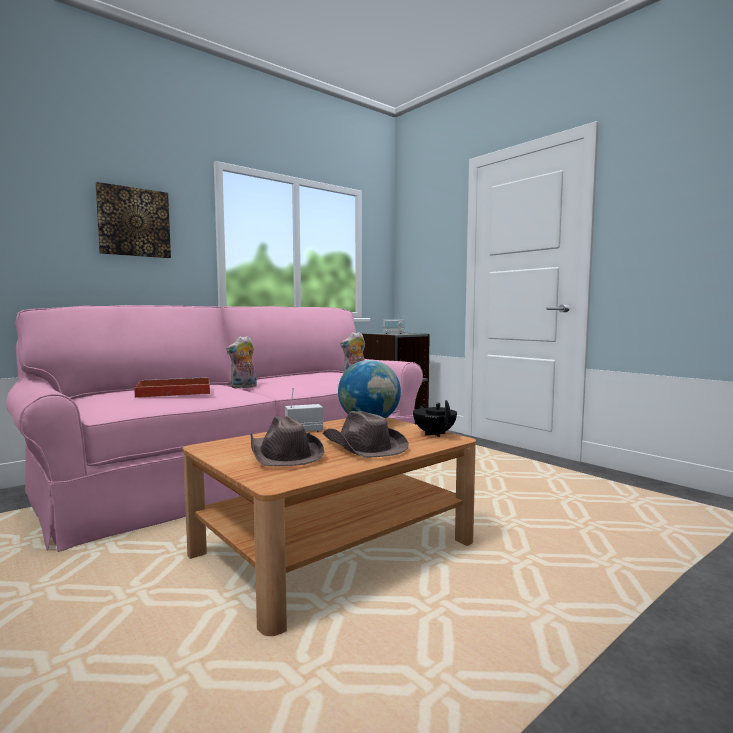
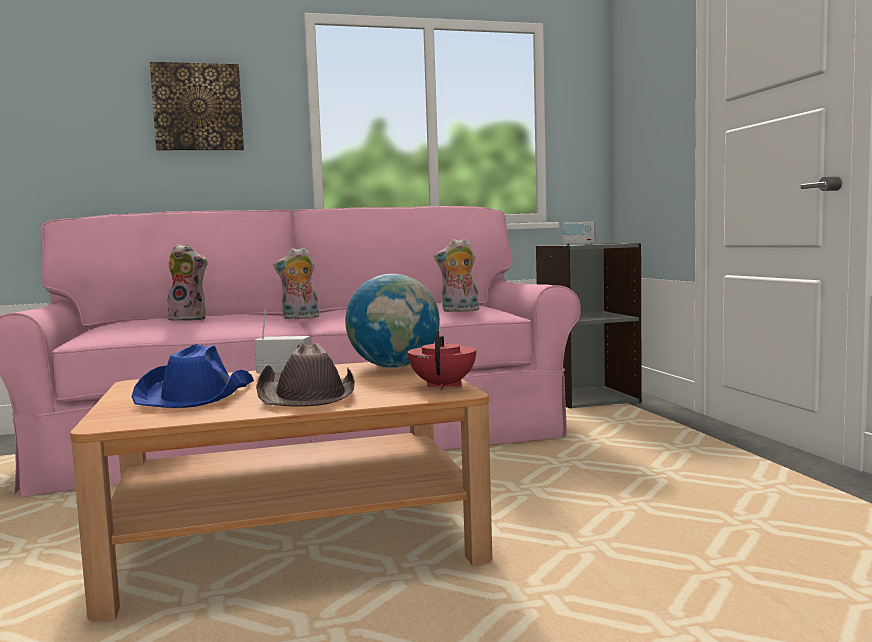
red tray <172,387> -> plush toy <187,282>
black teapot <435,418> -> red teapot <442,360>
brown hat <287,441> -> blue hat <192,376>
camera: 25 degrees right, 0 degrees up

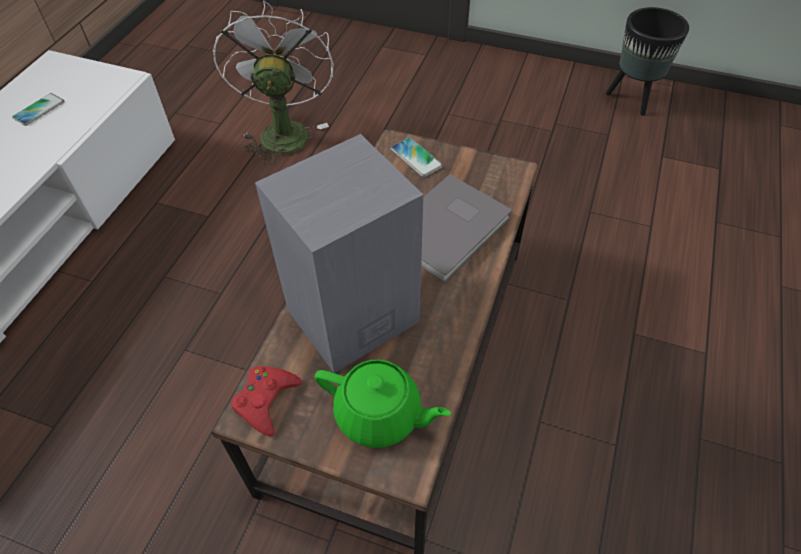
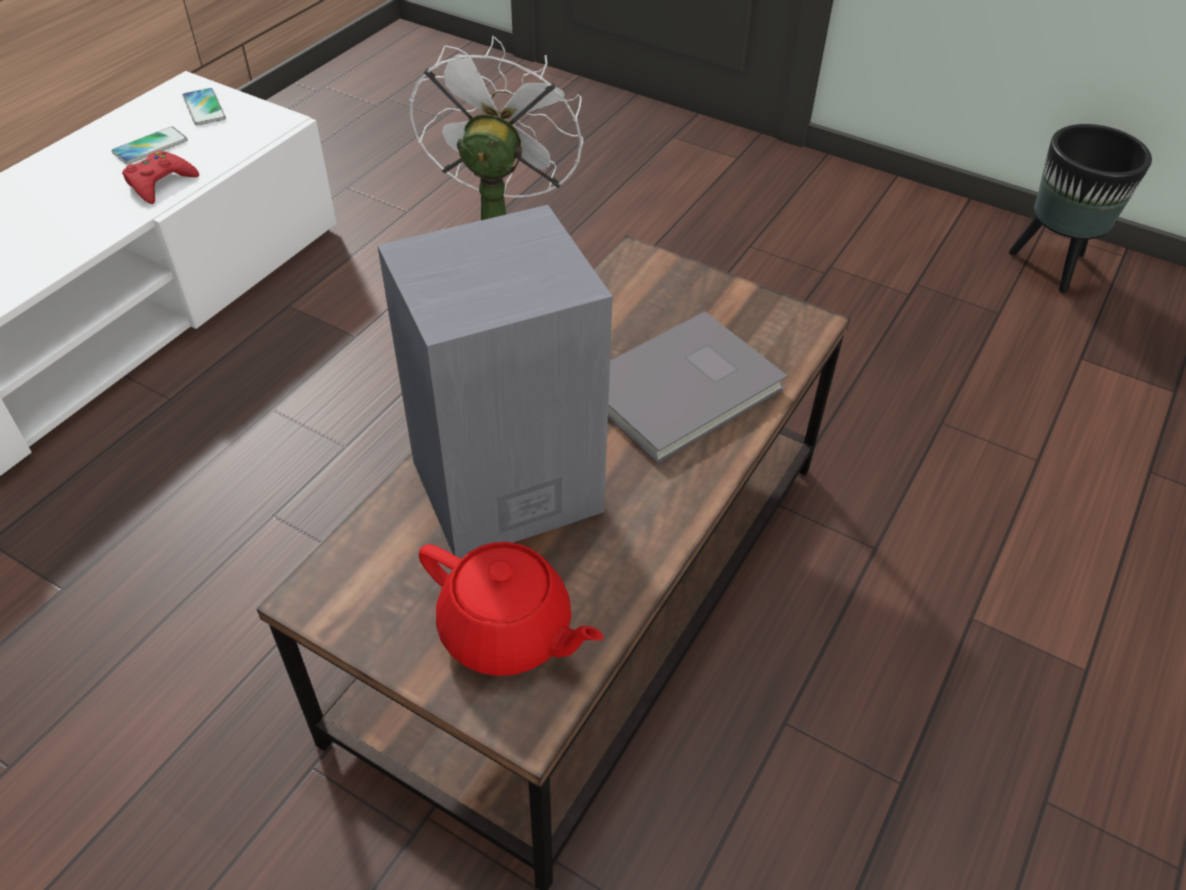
phone <417,157> -> phone <204,106>, relocated
green teapot <383,404> -> red teapot <511,609>
red game controller <266,401> -> red game controller <160,177>, relocated
camera: 10 degrees right, 5 degrees down

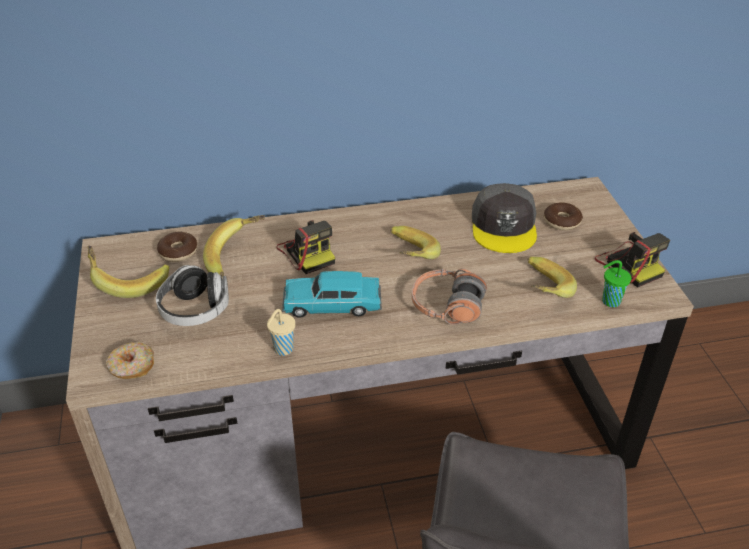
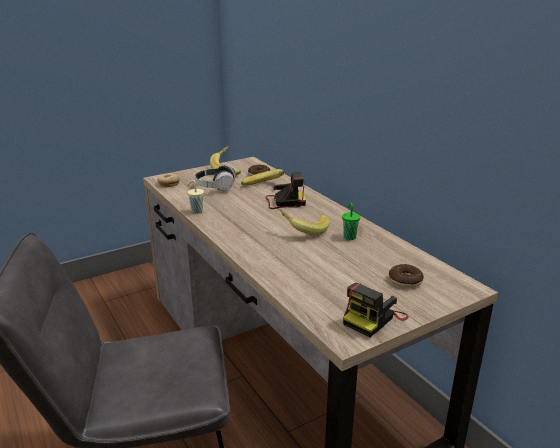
grey cap <504,218> -> none
photo camera <306,247> -> photo camera <285,190>, 135 degrees counterclockwise
banana <552,277> -> none
green cup <617,283> -> green cup <351,221>, relocated
headphones <449,296> -> none
turquoise toy car <332,294> -> none
camera: 70 degrees right, 15 degrees down

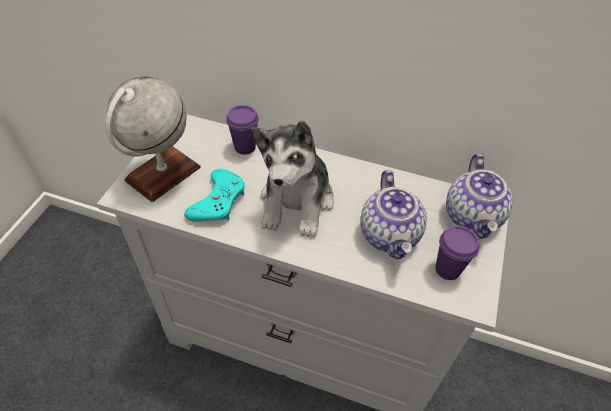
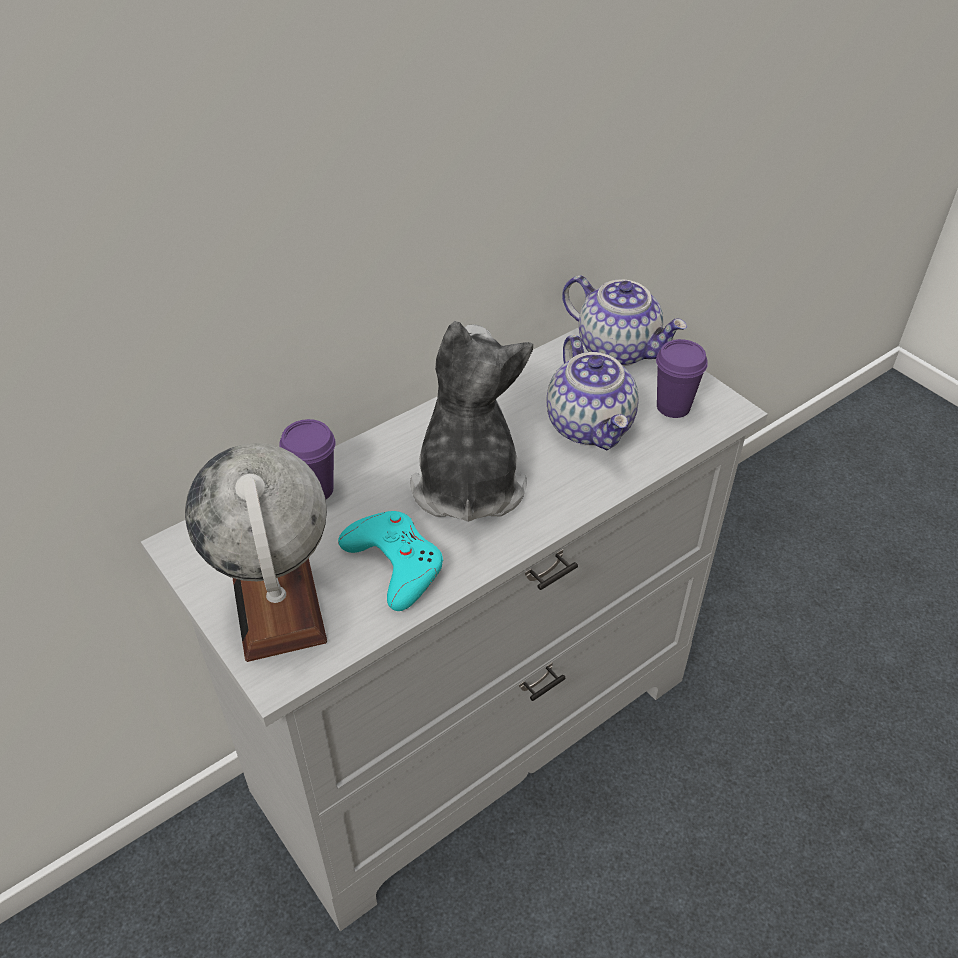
plush toy <293,179> -> plush toy <471,421>, 135 degrees counterclockwise
teapot <393,215> -> teapot <592,392>, 45 degrees clockwise
camera: 55 degrees left, 5 degrees down

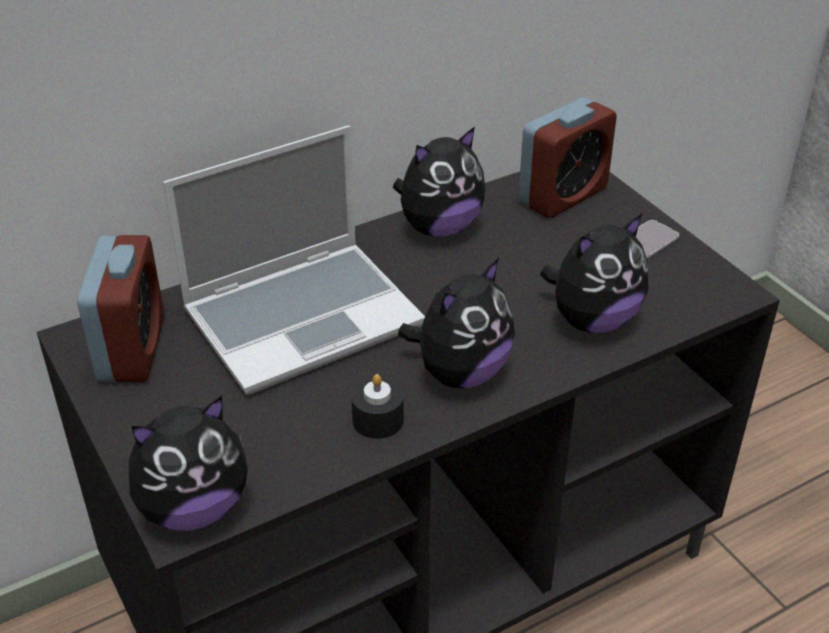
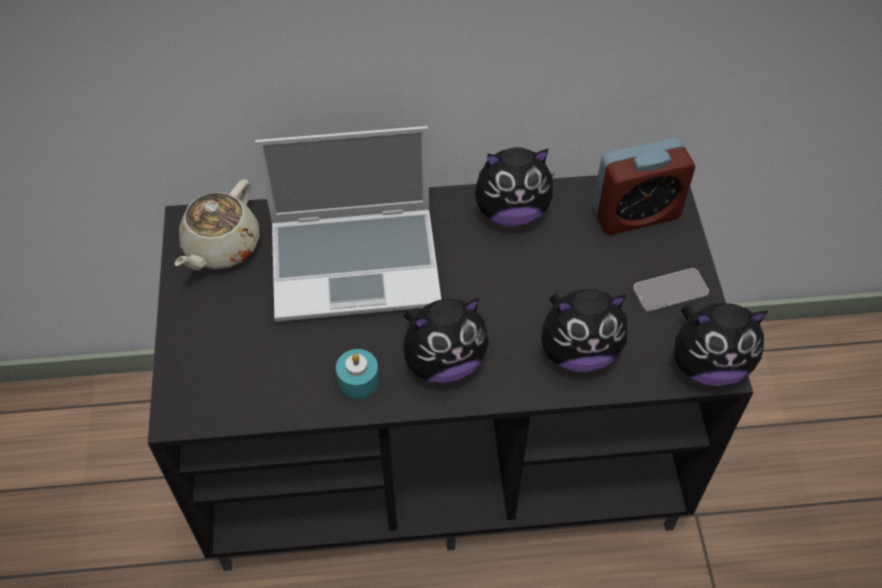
alarm clock <120,308> -> beige teapot <217,224>
black candle <377,406> -> turquoise candle <357,374>
plush toy <188,463> -> plush toy <721,344>, relocated
camera: 25 degrees right, 15 degrees up

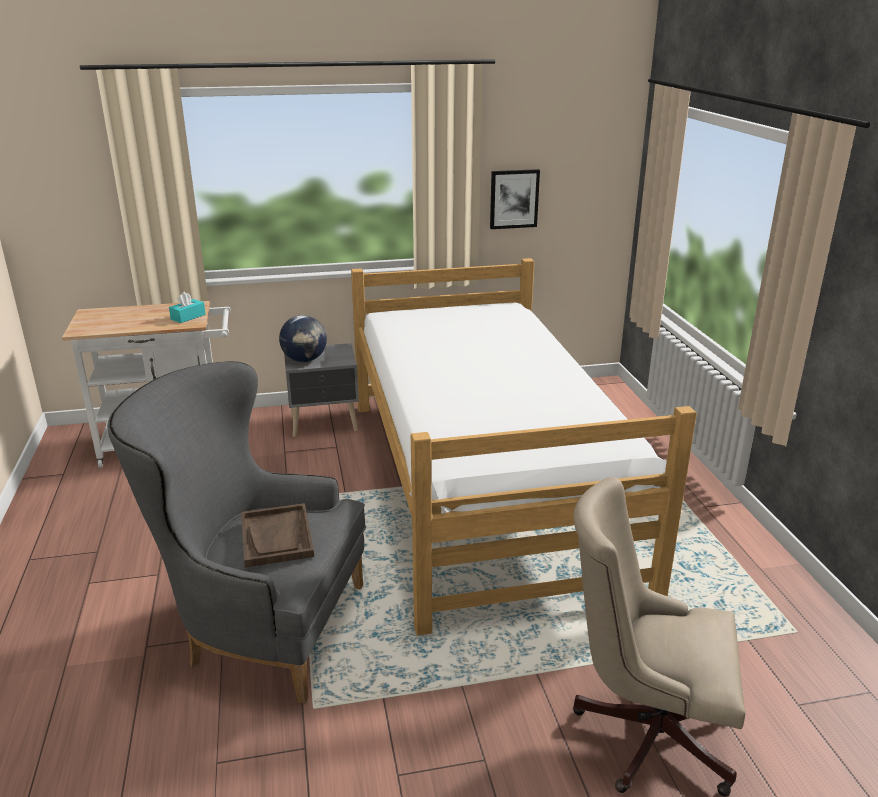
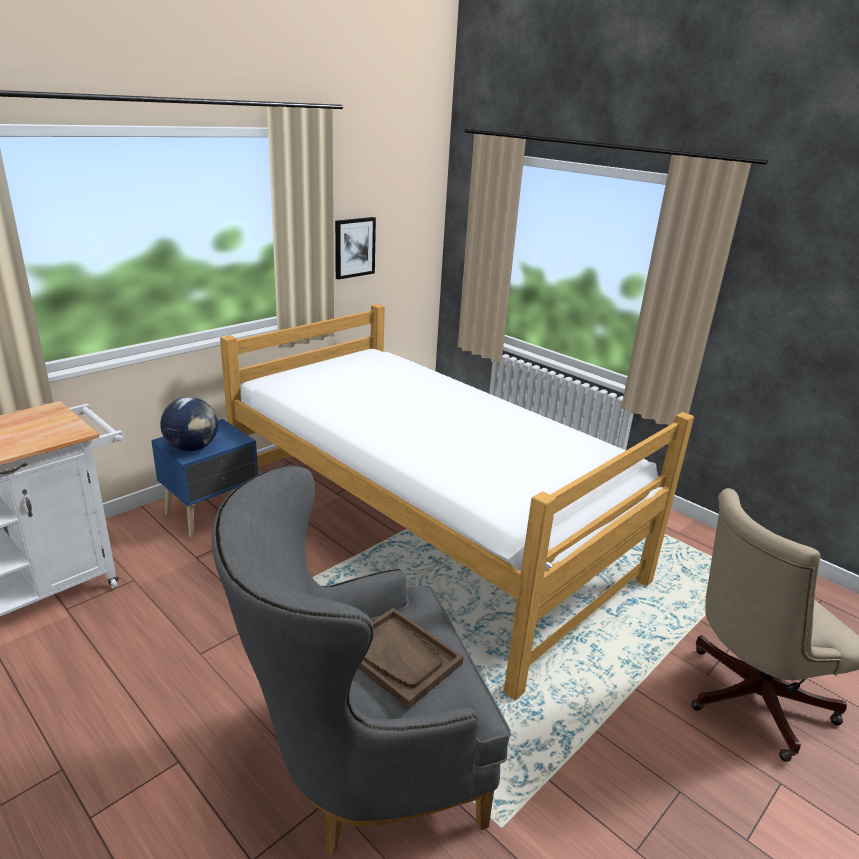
turquoise tissue box <187,307> -> none
grey nightstand <321,390> -> blue nightstand <204,478>
camera: 35 degrees left, 0 degrees up

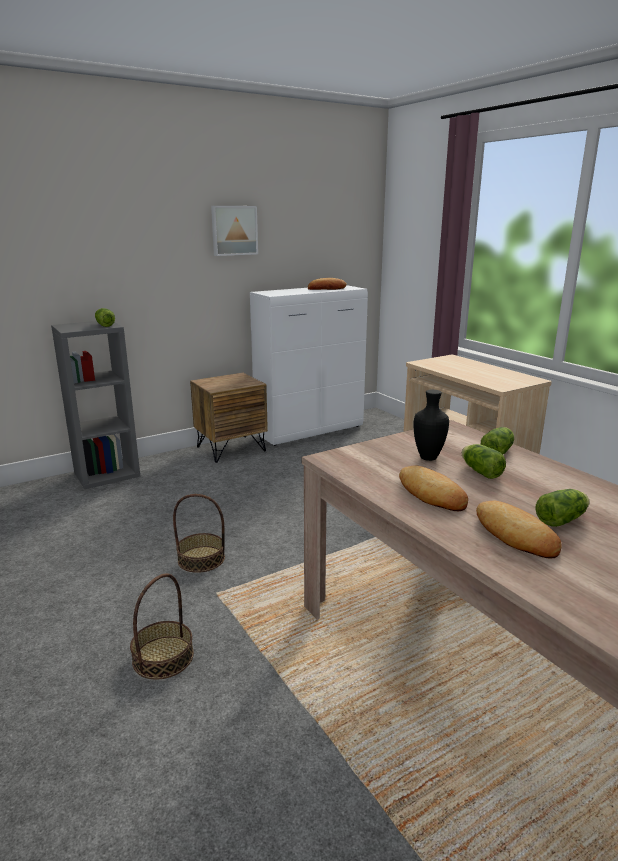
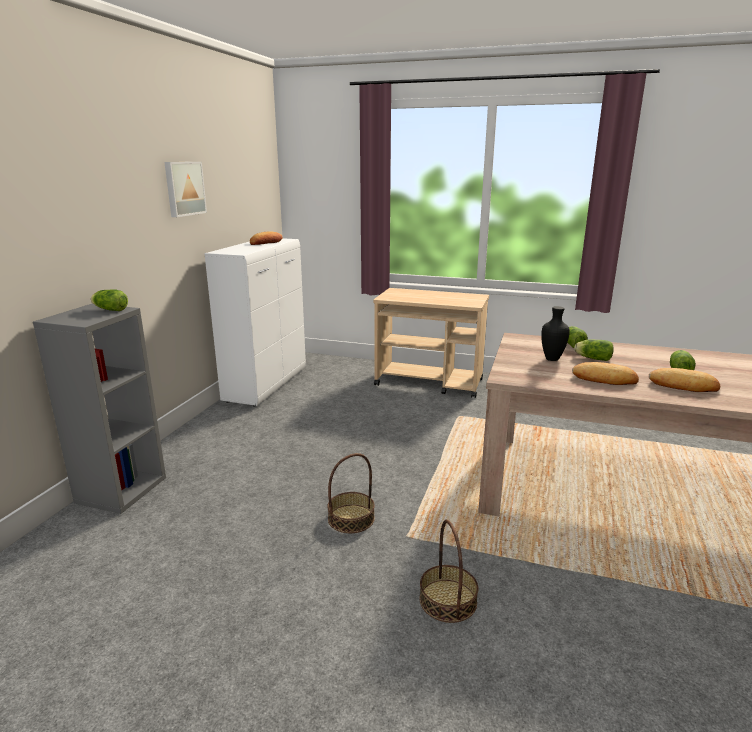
brown nightstand <229,418> -> none
camera: 40 degrees left, 0 degrees up

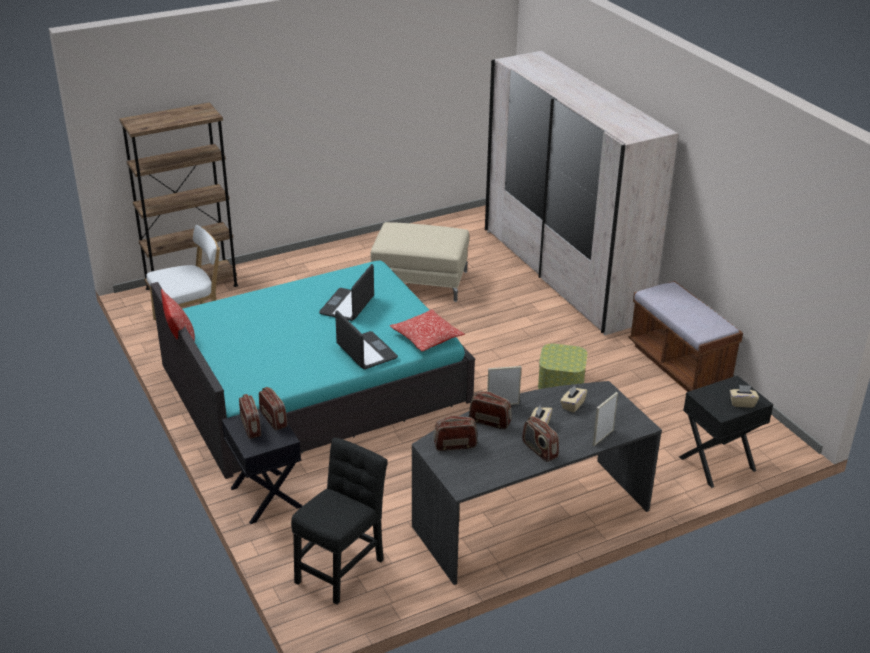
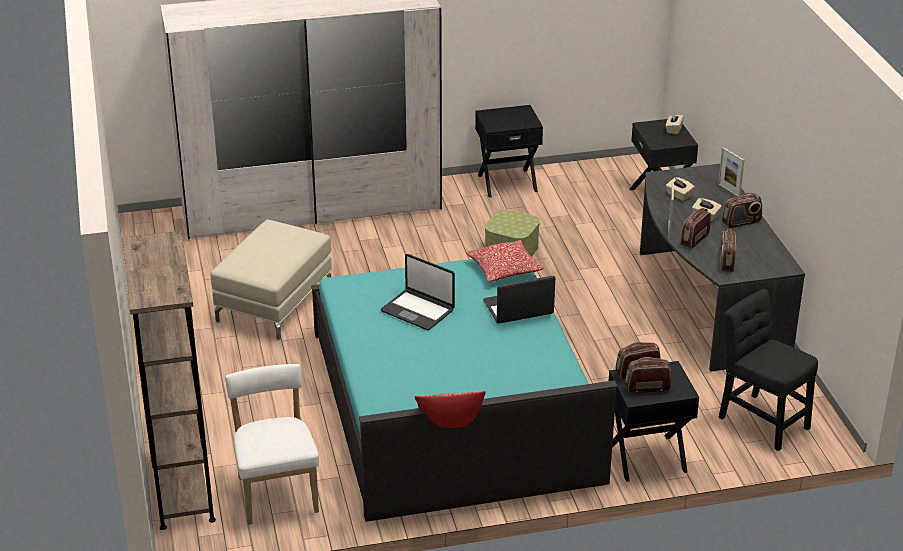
brown bench <685,336> -> black nightstand <509,151>
camera: 75 degrees left, 0 degrees up

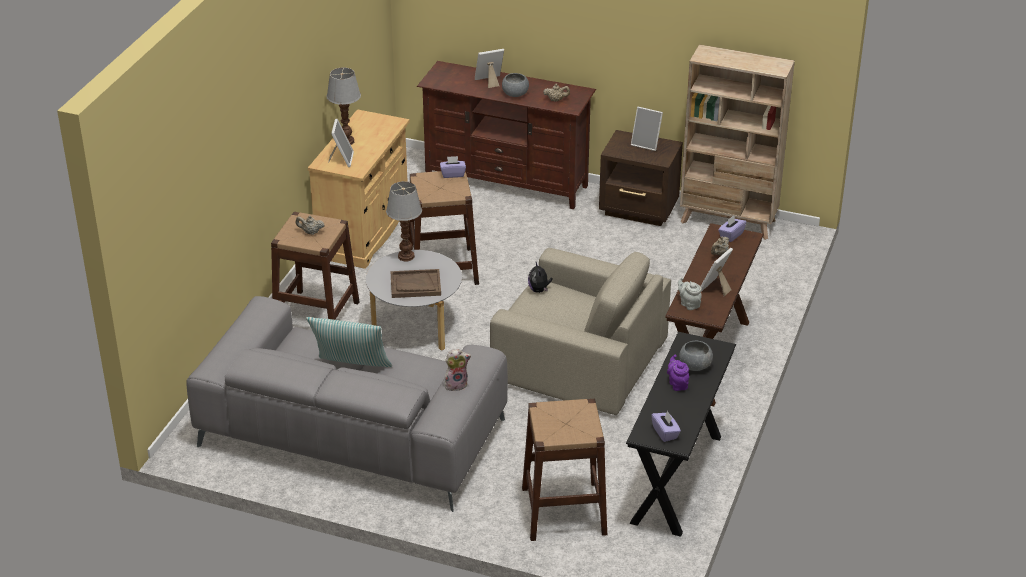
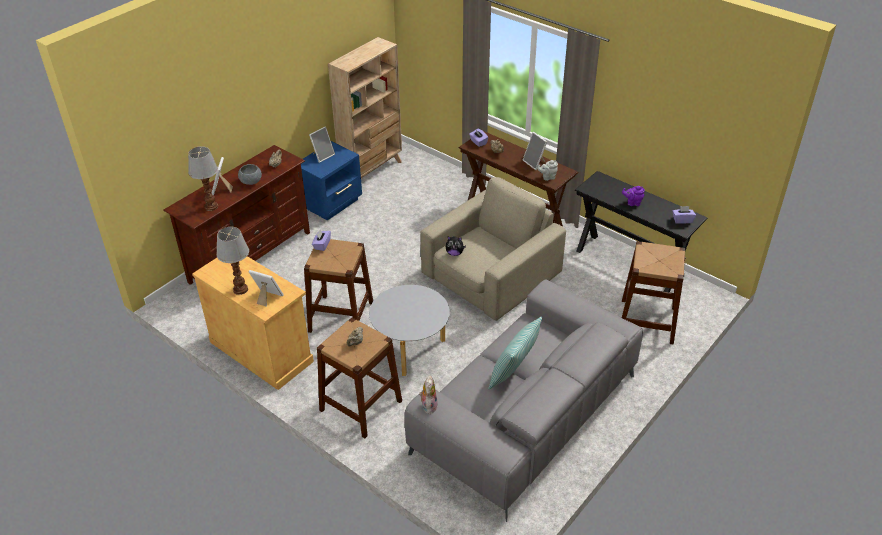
brown nightstand <641,178> -> blue nightstand <331,181>
table lamp <404,221> -> table lamp <203,178>, relocated
brown tray <415,283> -> none
grey bowl <696,356> -> none
plush toy <458,370> -> plush toy <428,395>, relocated
camera: 70 degrees left, 5 degrees up

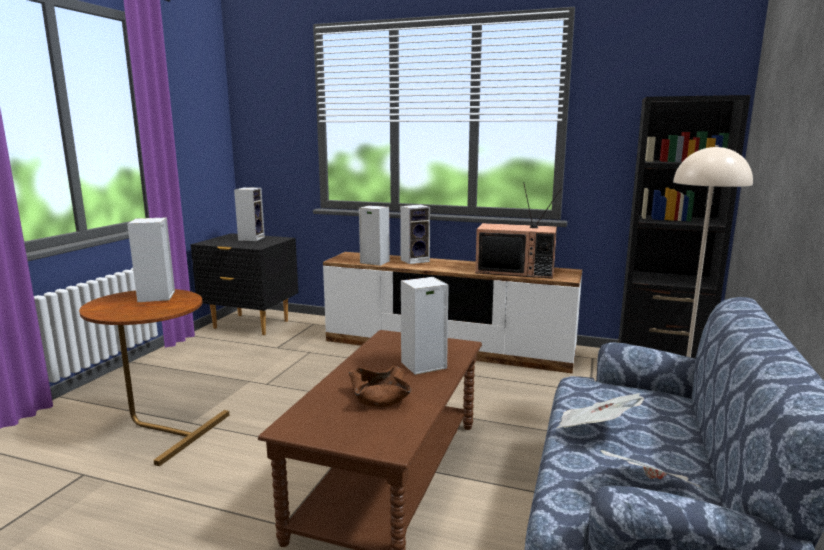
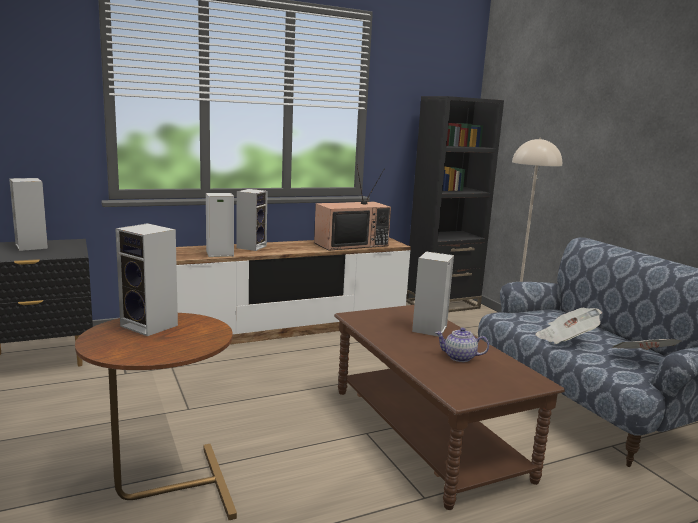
brown bowl <380,386> -> teapot <462,344>
camera: 45 degrees left, 0 degrees up

